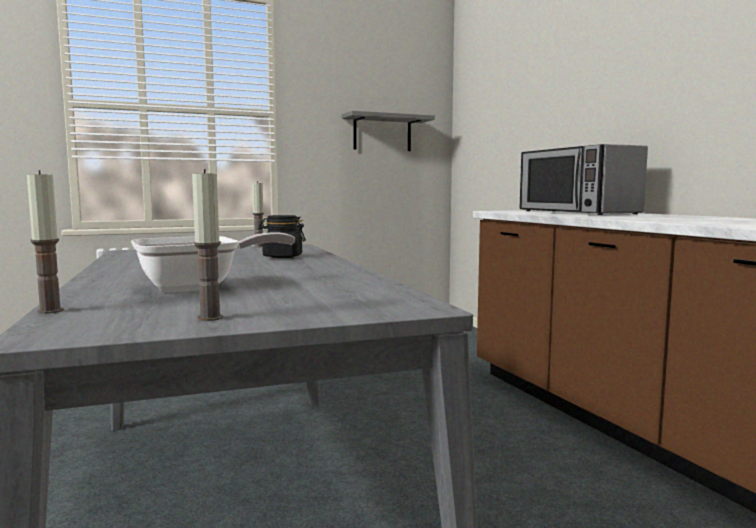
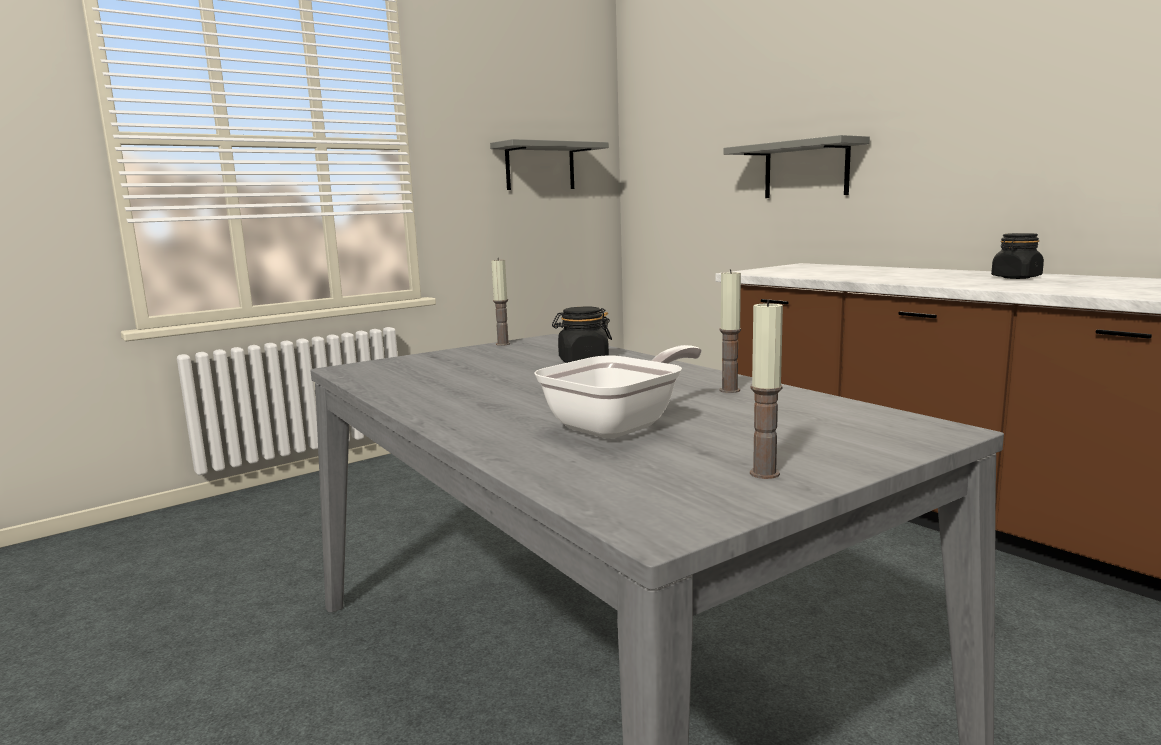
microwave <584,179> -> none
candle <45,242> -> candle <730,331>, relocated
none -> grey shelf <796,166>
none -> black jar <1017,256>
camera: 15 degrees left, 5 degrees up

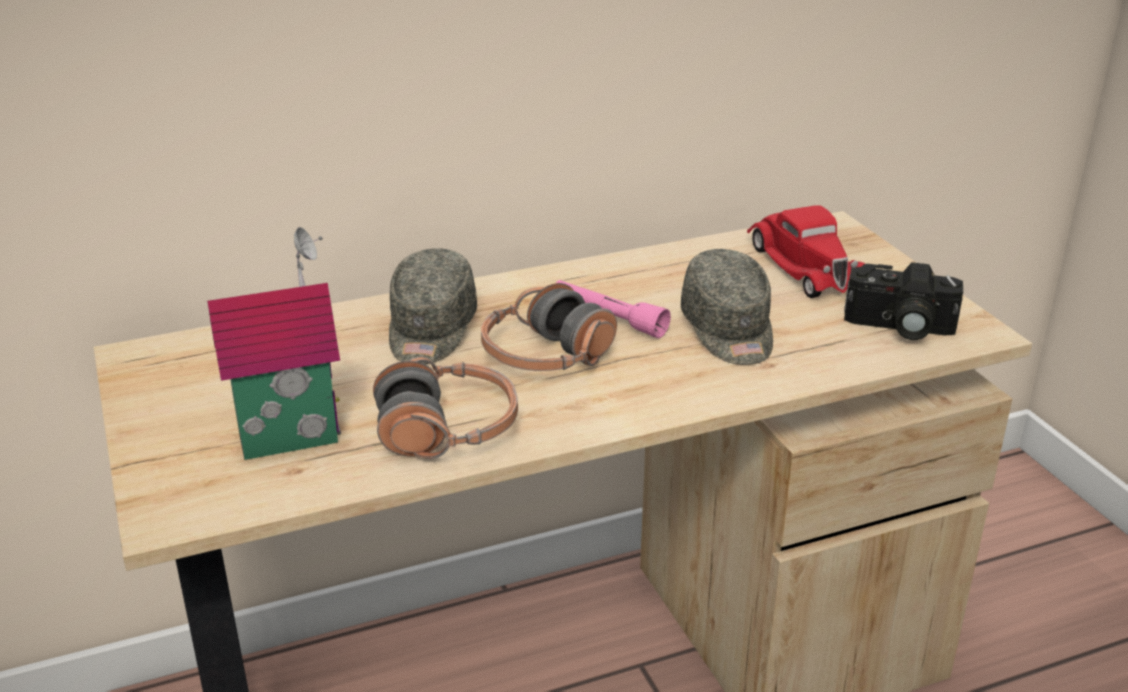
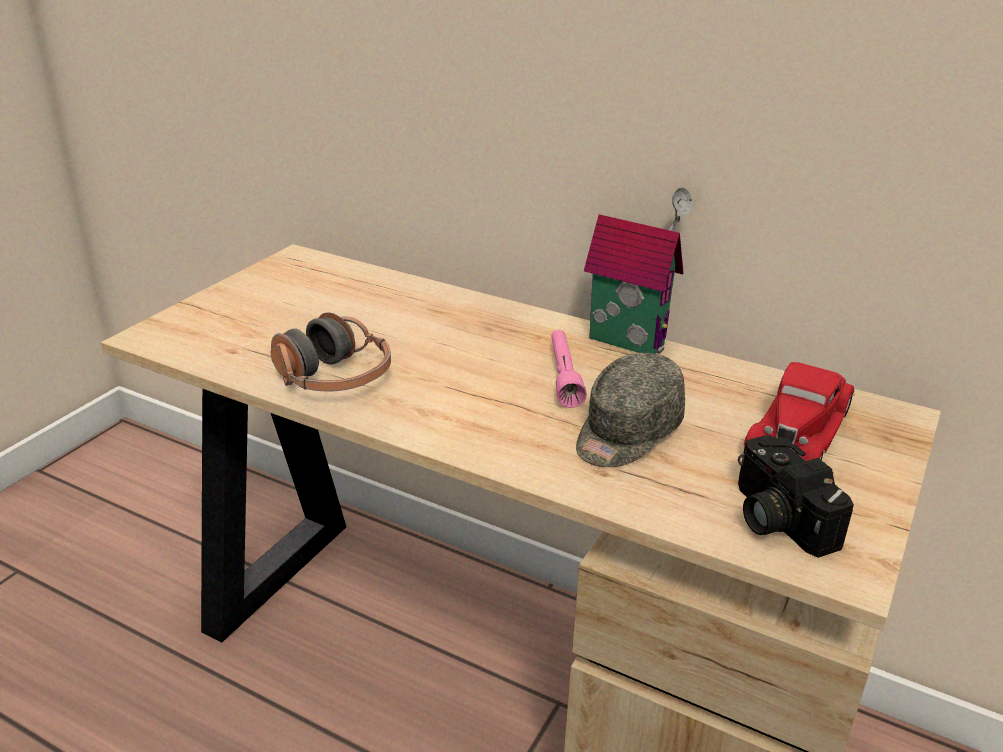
toy house <274,343> -> toy house <638,270>, relocated
grey cap <433,306> -> none
headphones <549,327> -> none
camera: 50 degrees right, 0 degrees up

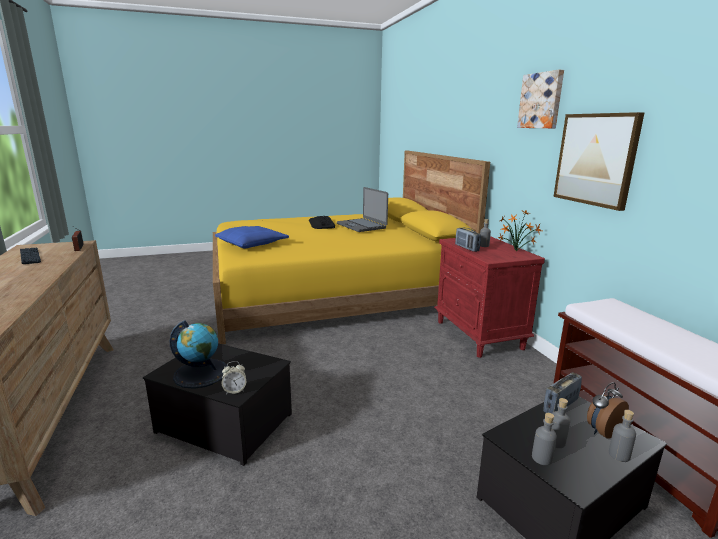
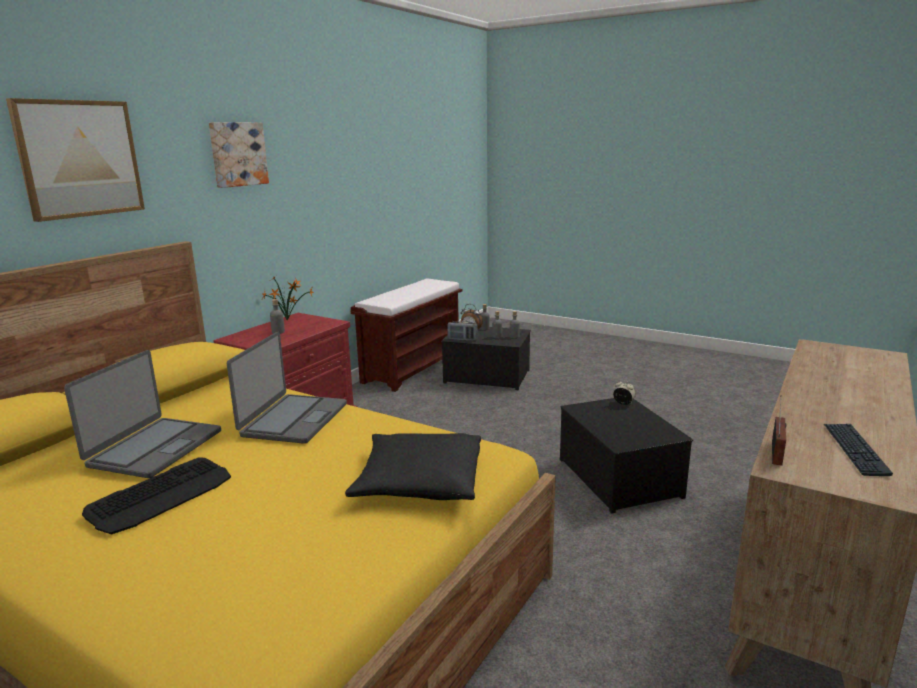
picture <599,161> -> picture <75,160>, relocated
blue pillow <252,237> -> black pillow <413,466>
radio <468,240> -> none
globe <199,354> -> none
none -> laptop <287,388>
camera: 130 degrees left, 0 degrees up

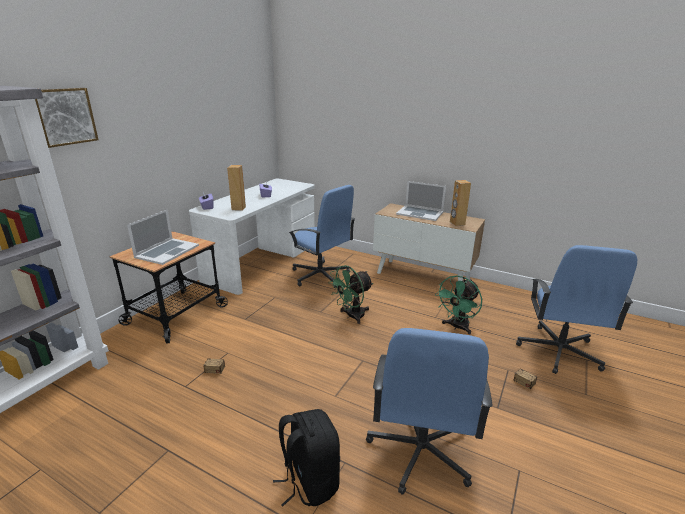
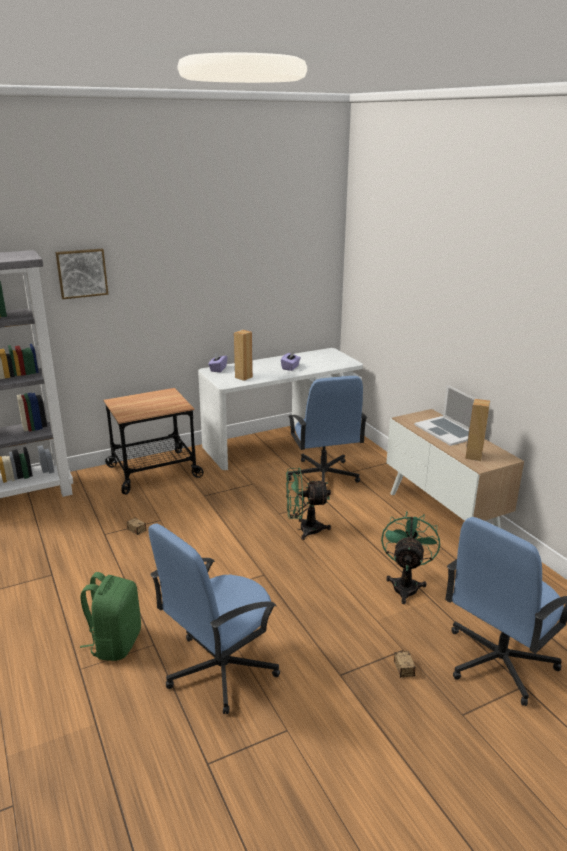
laptop <163,237> -> none
green fan <458,304> -> green fan <410,557>, 120 degrees clockwise
black backpack <306,458> -> green backpack <110,616>
camera: 35 degrees right, 0 degrees up

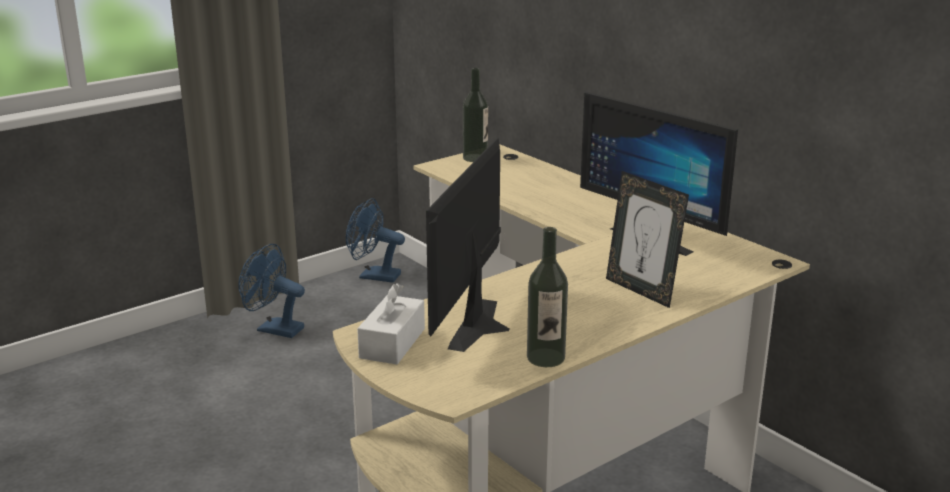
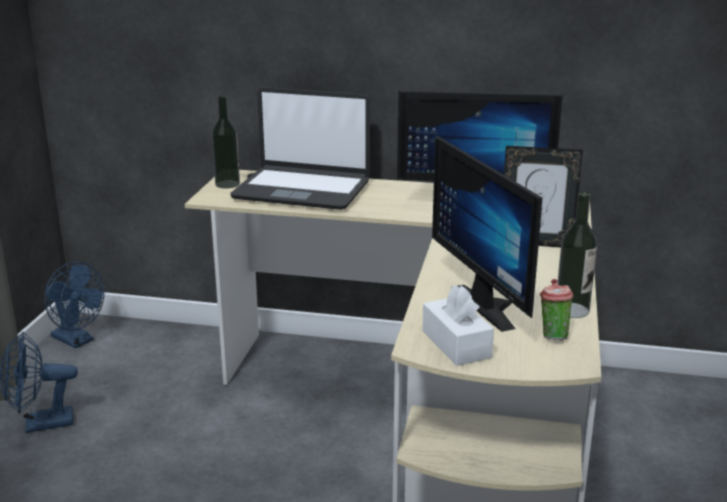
blue fan <375,240> -> blue fan <74,304>, 120 degrees counterclockwise
none -> laptop <300,148>
none -> cup <556,309>
camera: 40 degrees left, 0 degrees up

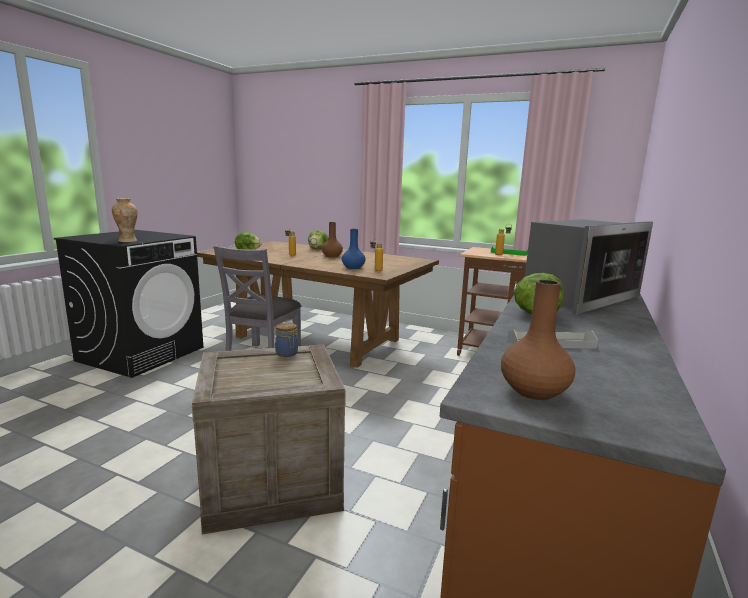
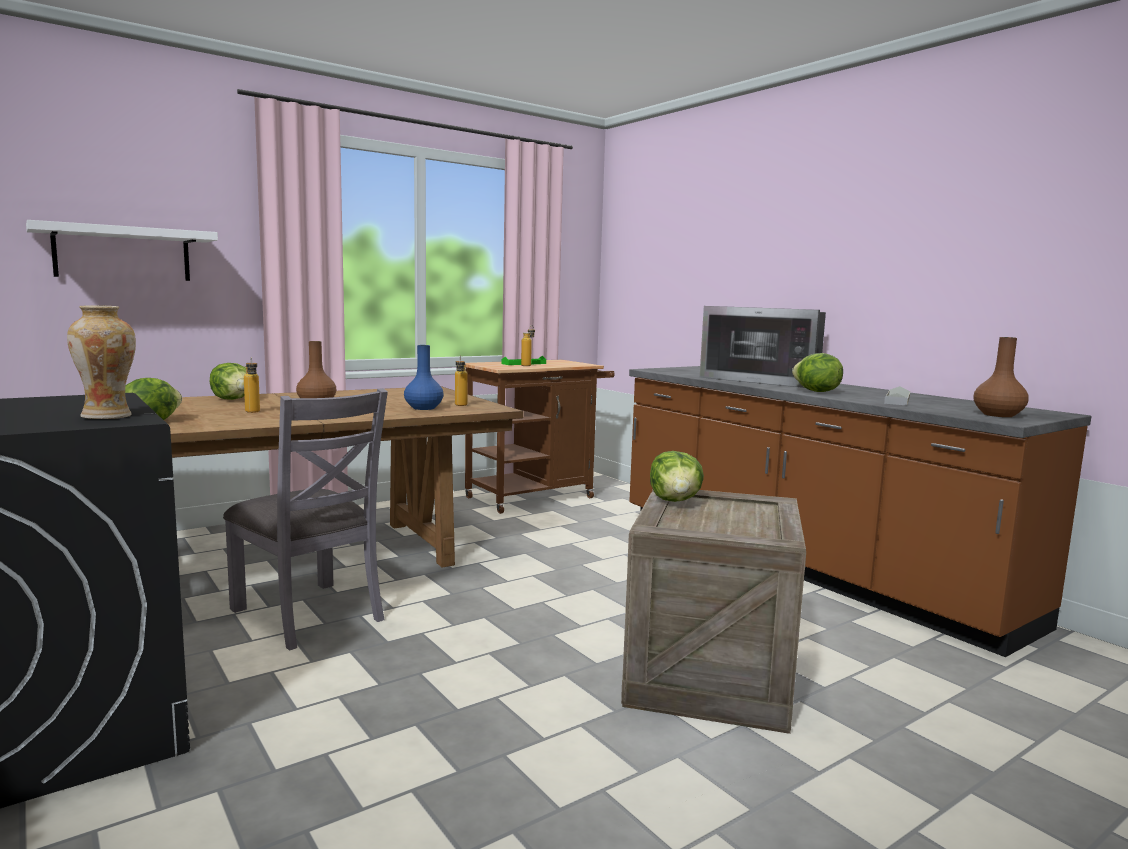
microwave <589,267> -> microwave <763,347>, 135 degrees clockwise
jar <286,340> -> lettuce <677,476>
none -> white shelf <122,250>
camera: 60 degrees left, 5 degrees down

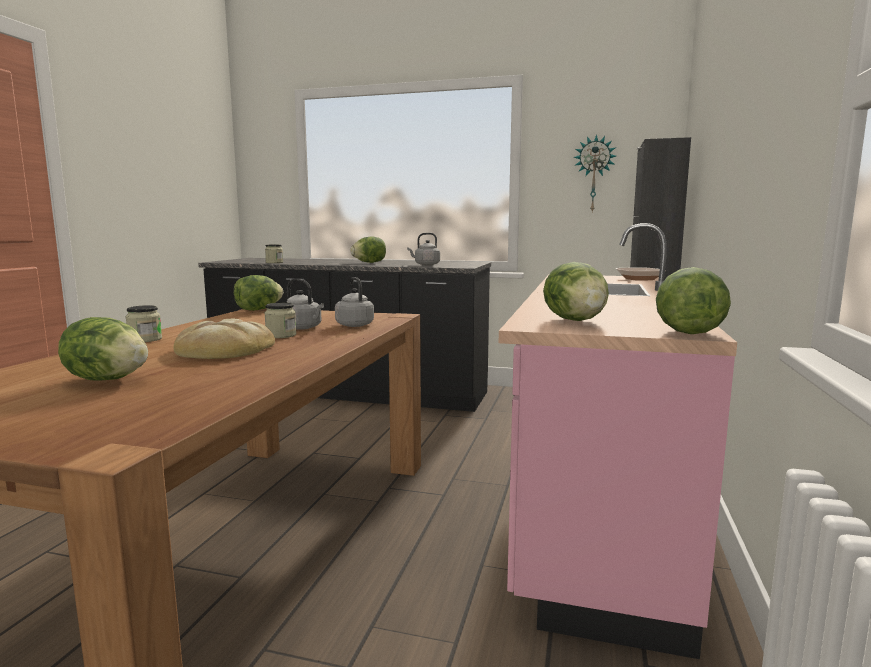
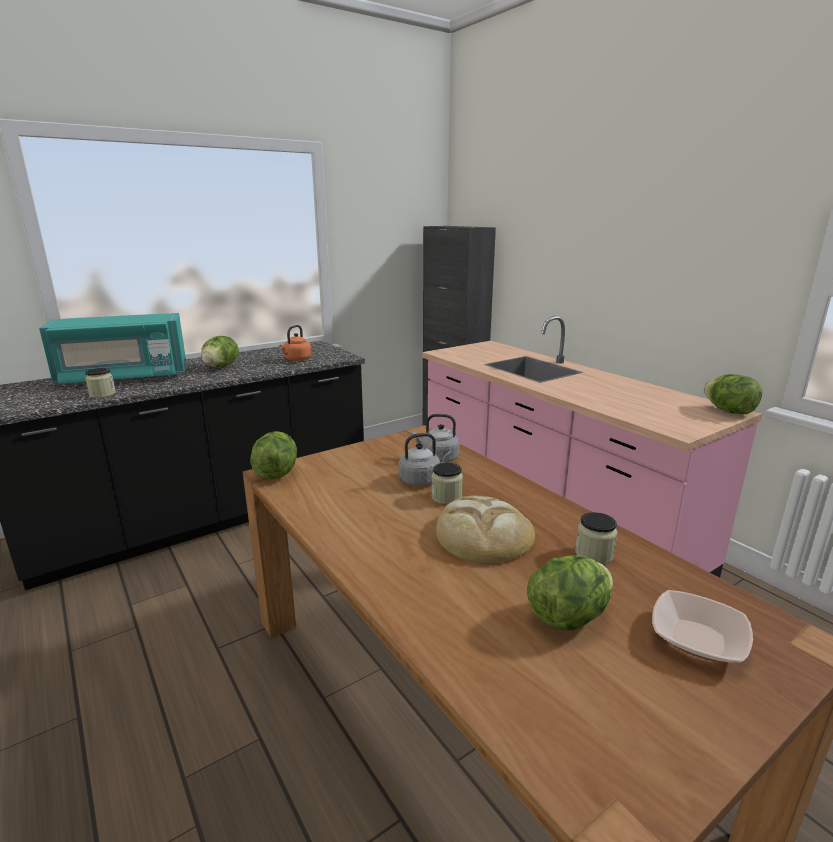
wall clock <595,173> -> none
grey kettle <423,249> -> orange kettle <295,343>
lettuce <576,291> -> none
bowl <641,274> -> bowl <702,626>, relocated
jar <144,323> -> jar <596,538>, relocated
none -> turquoise microwave <112,349>
camera: 50 degrees left, 10 degrees up

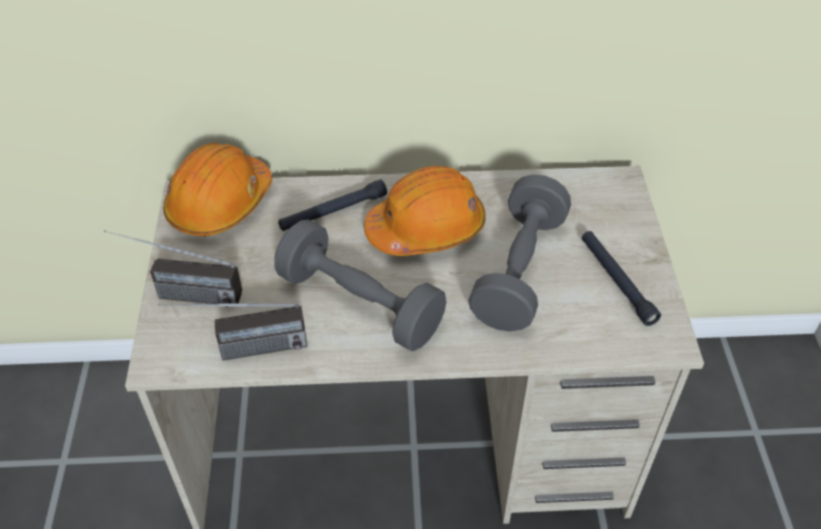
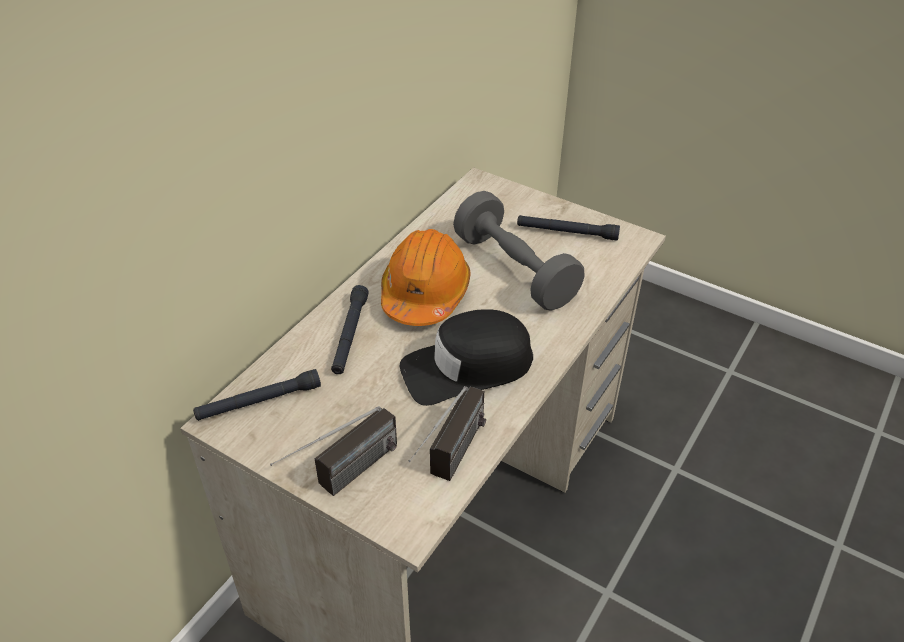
orange hard hat <217,190> -> black flashlight <257,395>
grey dumbbell <360,285> -> black cap <466,357>
camera: 55 degrees left, 5 degrees down

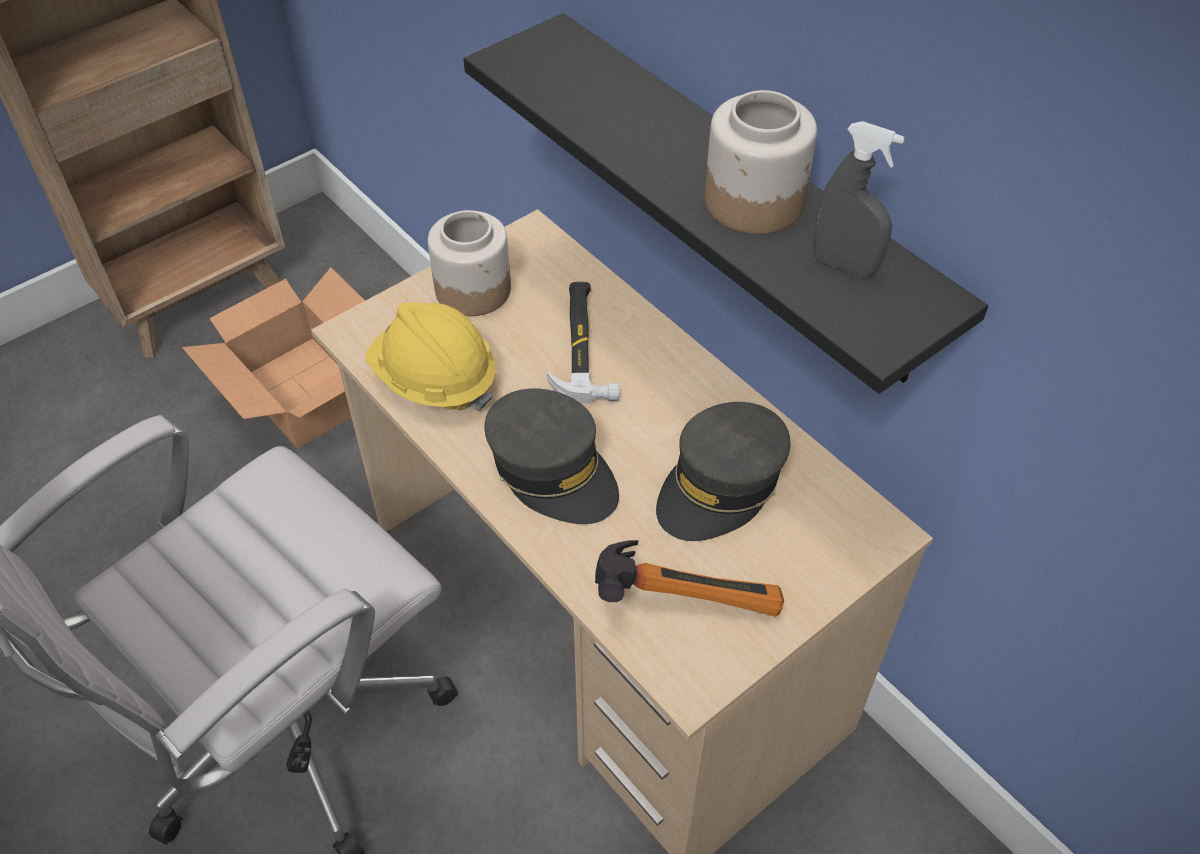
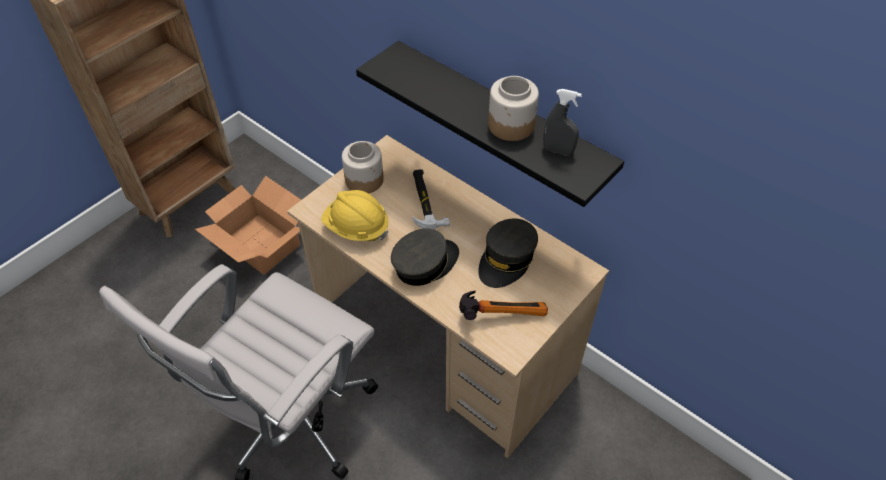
grey cap <551,456> -> grey cap <425,257>, 75 degrees counterclockwise
camera: 10 degrees left, 0 degrees up

